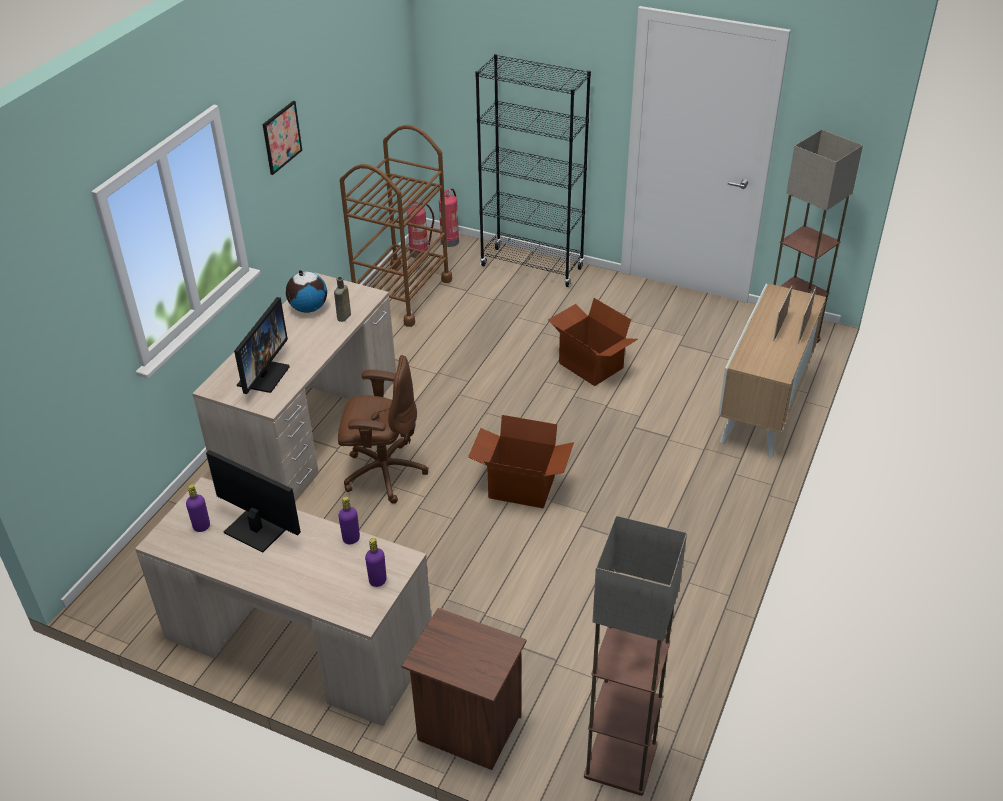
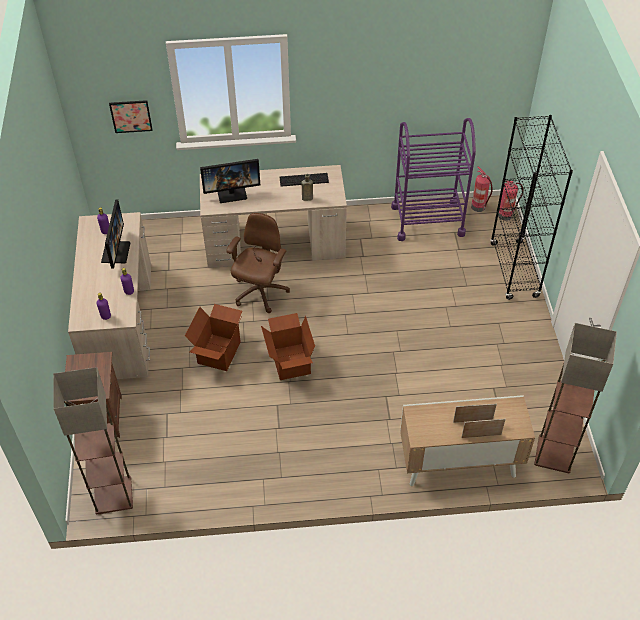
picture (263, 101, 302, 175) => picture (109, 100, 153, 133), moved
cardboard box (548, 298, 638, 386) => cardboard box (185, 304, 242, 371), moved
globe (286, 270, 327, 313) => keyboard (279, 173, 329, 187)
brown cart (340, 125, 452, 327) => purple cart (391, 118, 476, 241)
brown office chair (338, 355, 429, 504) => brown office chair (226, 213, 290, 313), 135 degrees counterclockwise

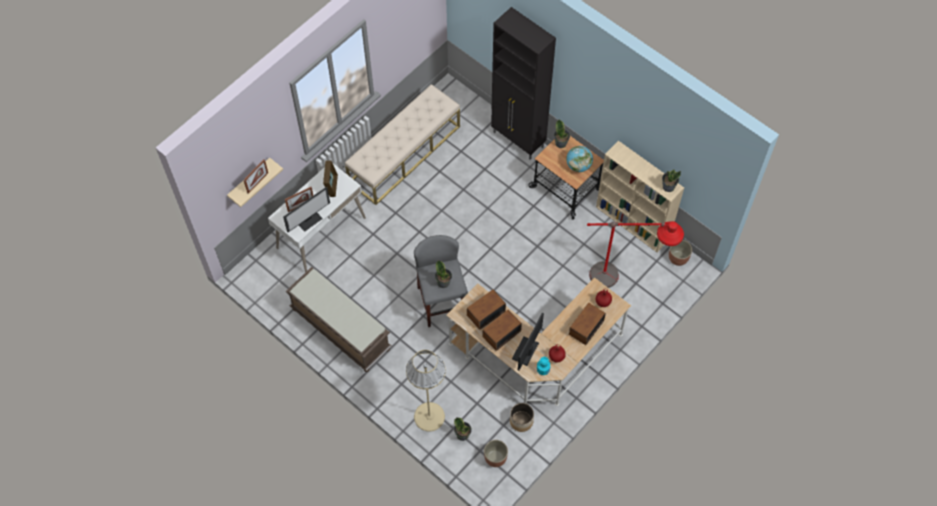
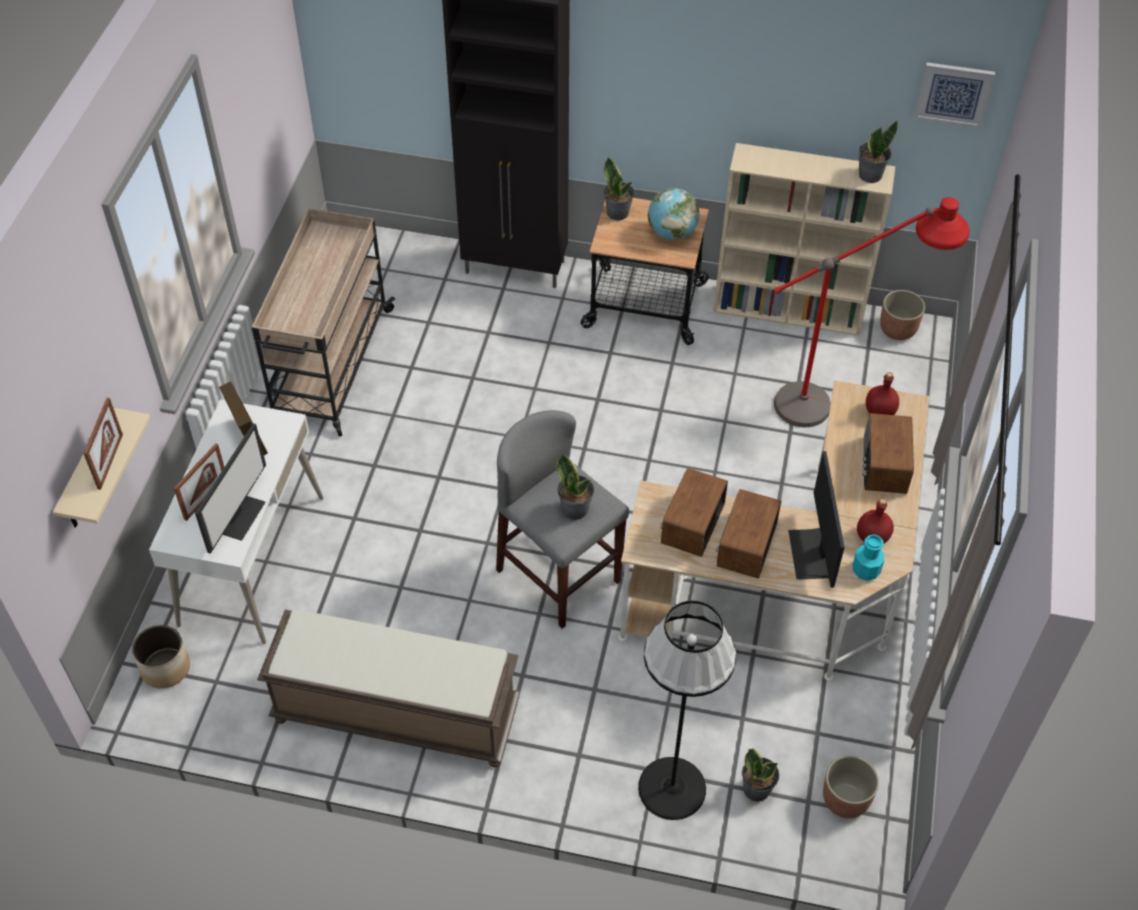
nothing => picture (914, 62, 995, 129)
planter (510, 403, 534, 432) => planter (132, 625, 190, 688), moved
beige bench (345, 84, 460, 205) => beige cart (252, 208, 395, 437)
beige floor lamp (406, 350, 446, 431) => black floor lamp (638, 601, 736, 820)

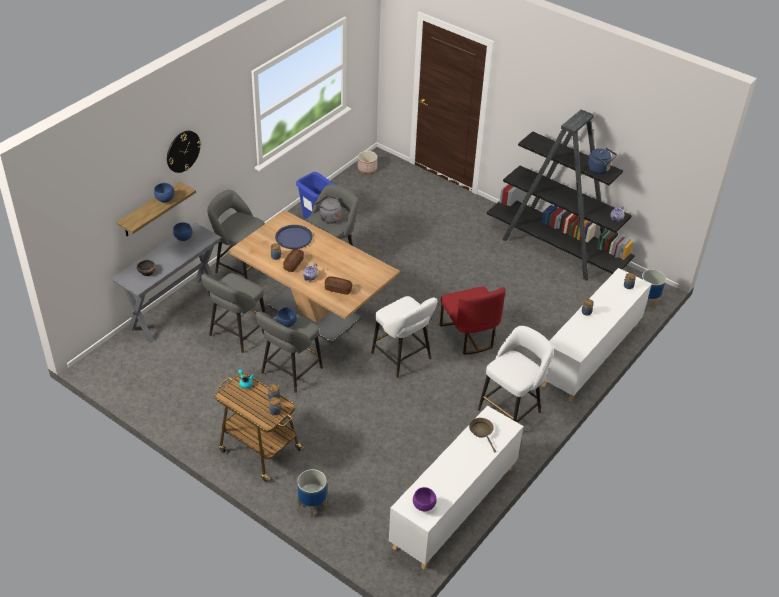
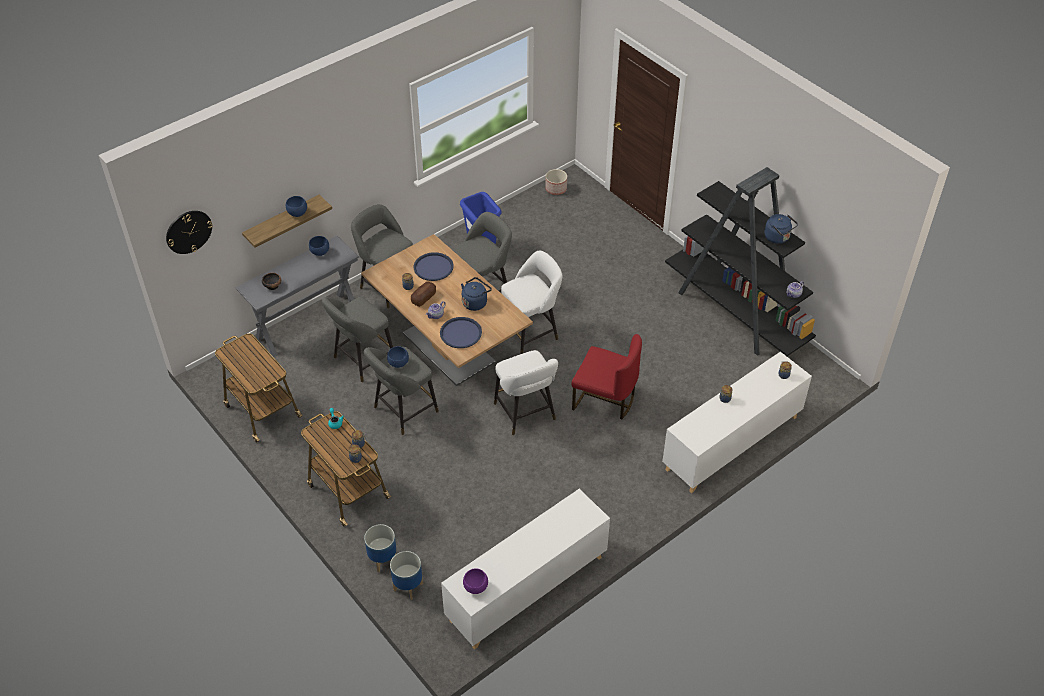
grey kettle (315, 195, 342, 224) => nothing
brown frying pan (469, 418, 496, 452) => nothing
nothing => cart (215, 334, 302, 443)
nothing => blue kettle (461, 277, 492, 311)
wall clock (167, 131, 201, 173) => wall clock (166, 211, 213, 254), moved
white stool (478, 326, 554, 423) => white stool (501, 251, 562, 354), moved
planter (641, 269, 666, 309) => planter (390, 551, 423, 600), moved
bread (325, 276, 352, 294) => blue tray (440, 317, 482, 348)
red chair (440, 287, 505, 355) => red chair (571, 334, 642, 420), 60 degrees counterclockwise

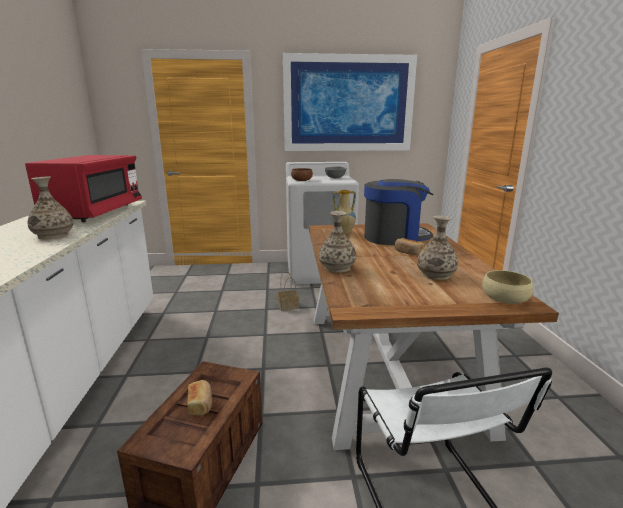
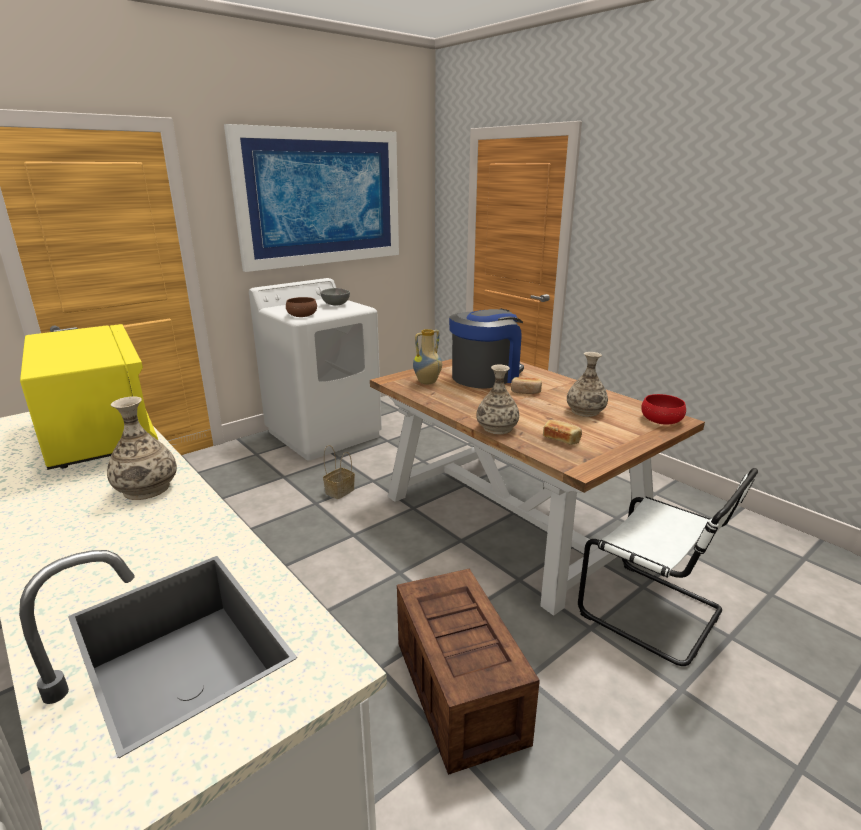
bread (187, 380, 212, 416) => bread (543, 420, 582, 445), moved
red microwave (25, 155, 142, 222) => yellow microwave (20, 324, 158, 470)
beige bowl (482, 270, 534, 304) => red bowl (641, 394, 686, 425)

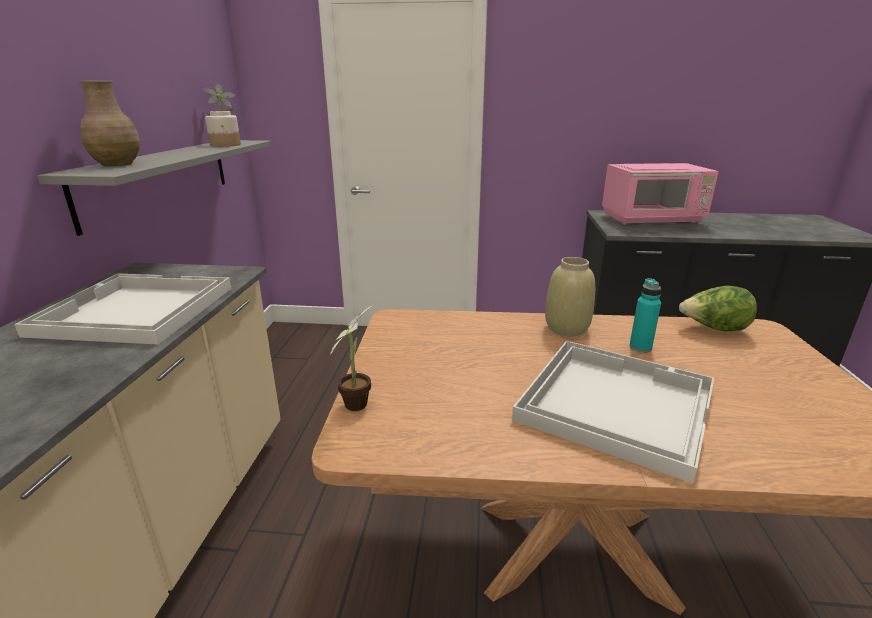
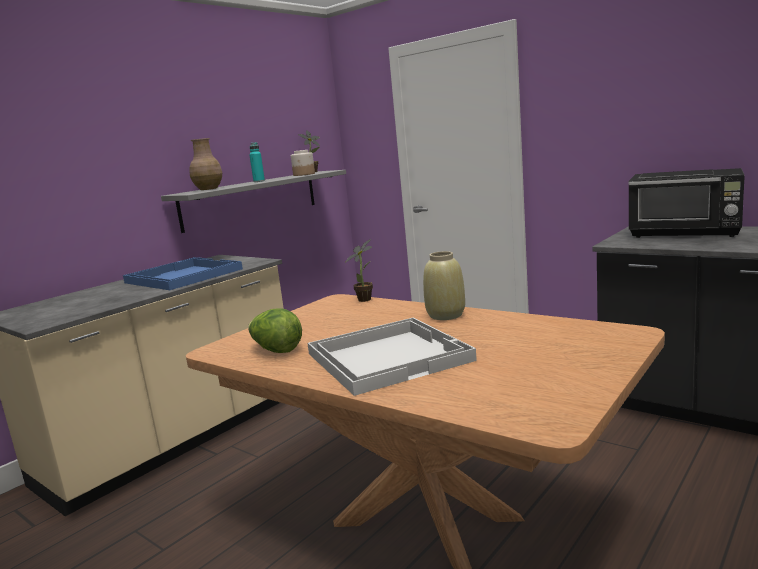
potted plant (330, 306, 371, 411) => potted plant (345, 239, 373, 302), moved
turquoise bottle (629, 278, 661, 353) => turquoise bottle (249, 142, 265, 182), moved
lettuce (679, 286, 757, 331) => lettuce (248, 308, 302, 353), moved
white tray (14, 273, 231, 345) => blue tray (123, 257, 243, 290)
pink microwave (602, 163, 719, 225) => black microwave (628, 168, 745, 238)

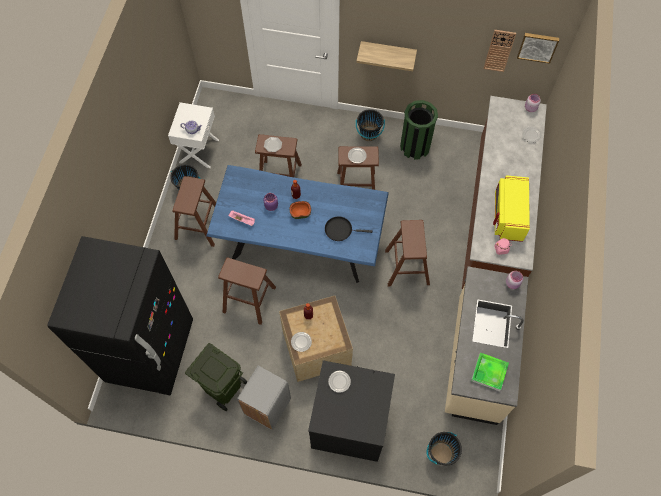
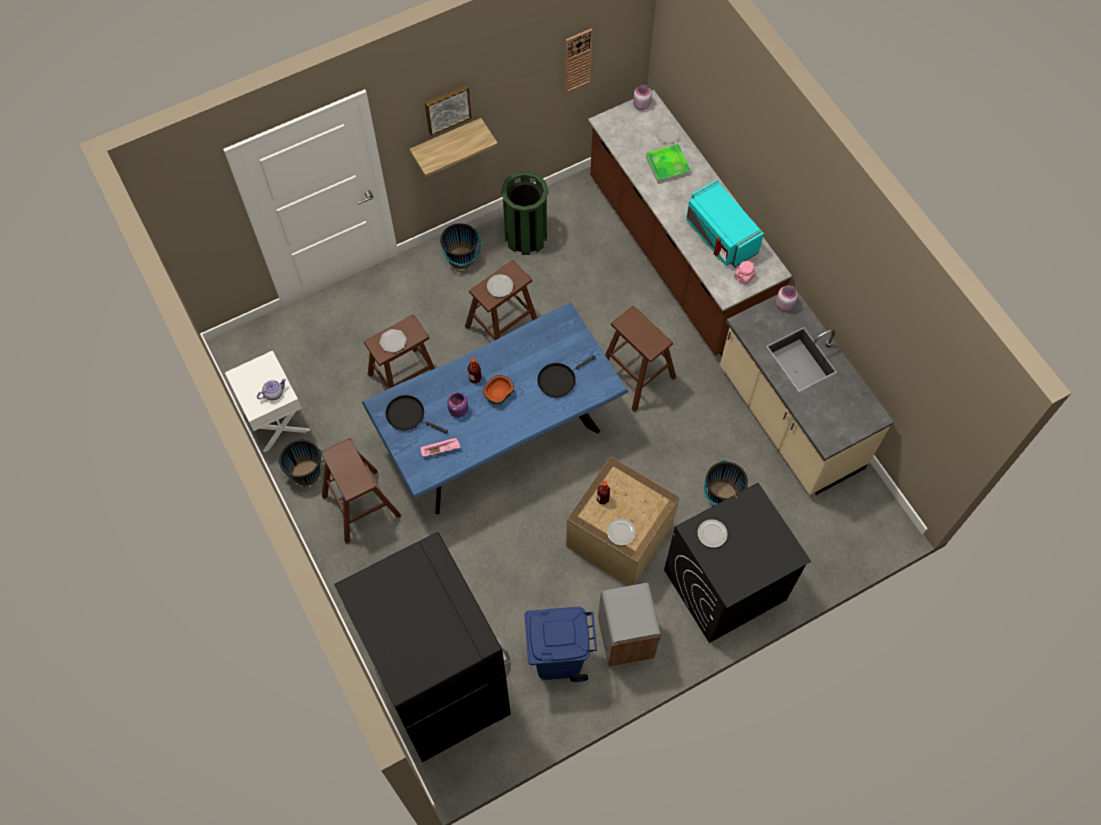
brown stool (218, 257, 276, 325) => nothing
nothing => black frying pan (385, 395, 448, 434)
black bucket (427, 432, 462, 465) => black bucket (704, 460, 748, 505), moved
tray (471, 353, 509, 392) => tray (646, 144, 691, 184), moved
picture (517, 33, 559, 64) => picture (425, 85, 471, 136), moved
green trash can (185, 343, 247, 411) => blue trash can (524, 607, 597, 682)
yellow microwave (493, 175, 530, 242) => turquoise microwave (686, 180, 764, 267)

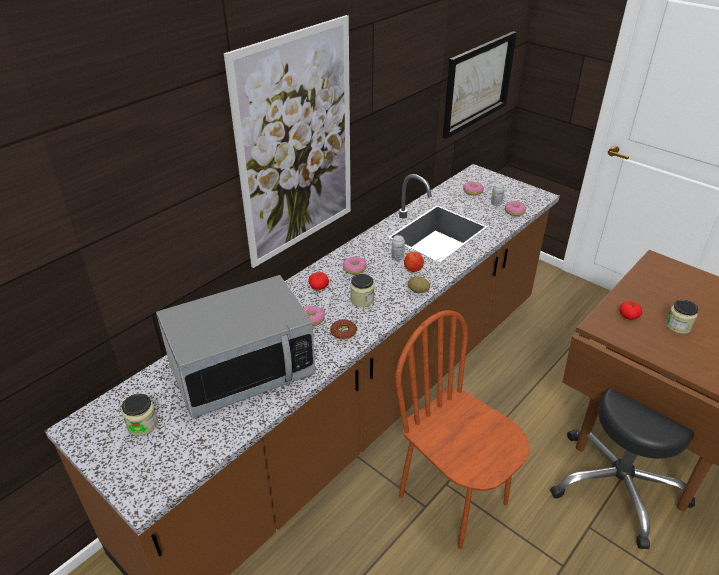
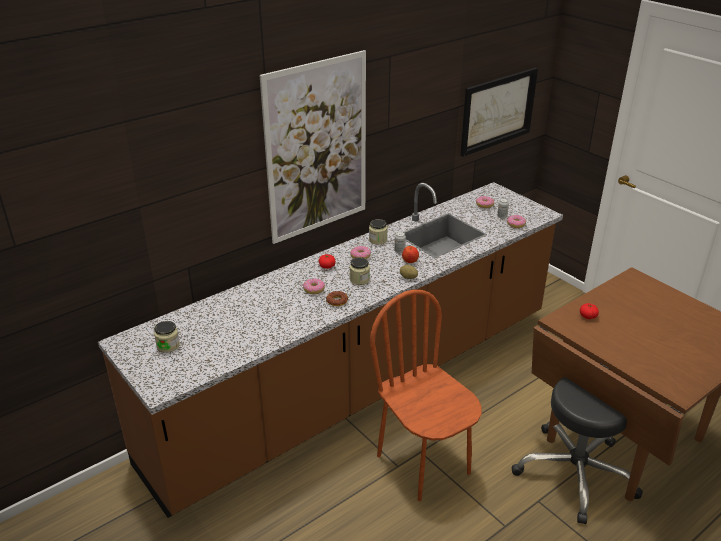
microwave (156, 275, 315, 418) => nothing
jar (666, 300, 698, 334) => jar (369, 219, 388, 244), moved

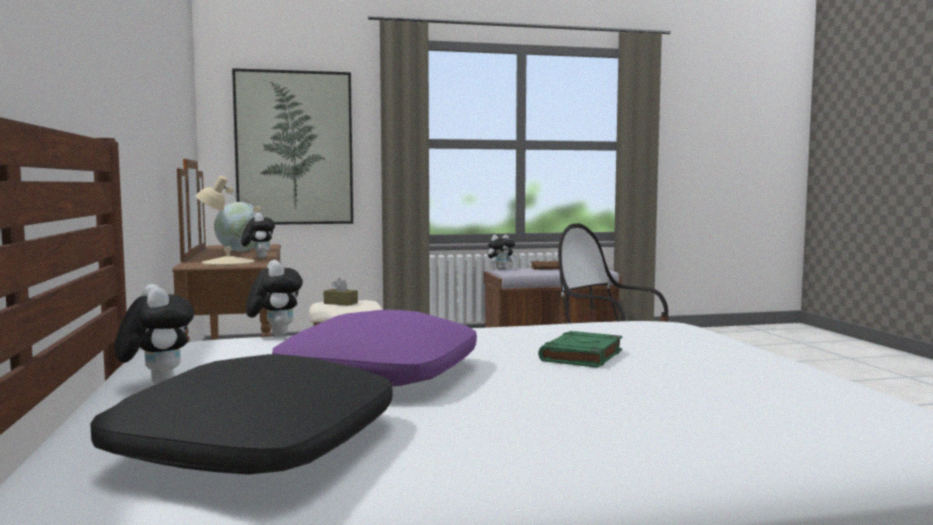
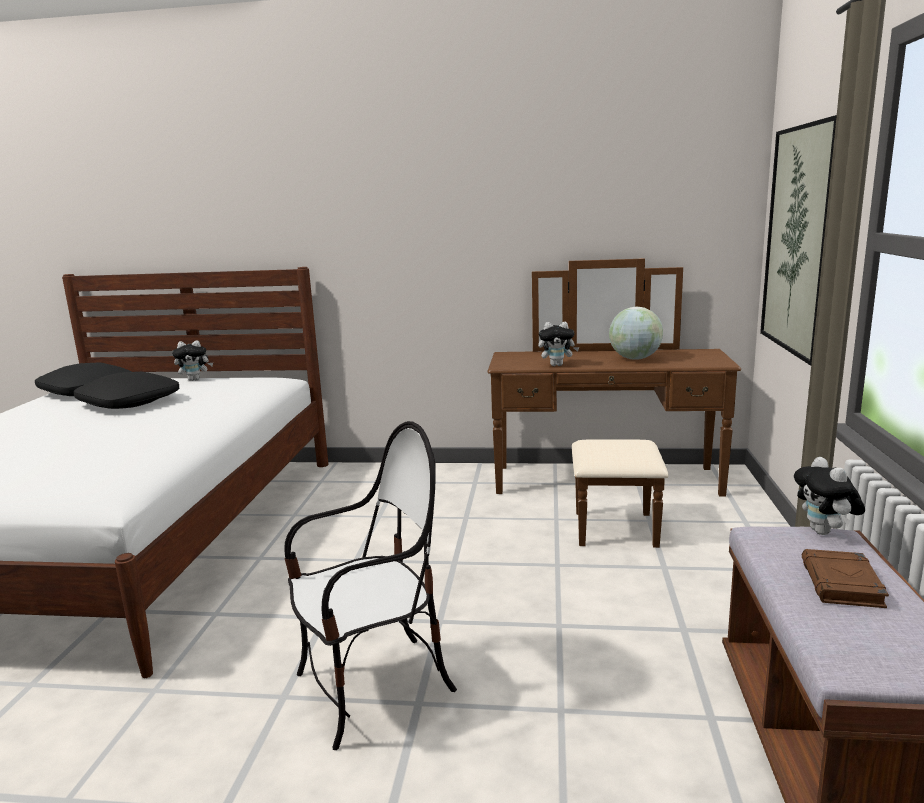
beige table lamp (195, 176, 261, 266) => nothing
plush toy (246, 260, 303, 337) => nothing
brown tissue box (324, 278, 358, 306) => nothing
green book (538, 331, 622, 368) => nothing
purple pillow (272, 310, 477, 387) => black pillow (74, 372, 179, 409)

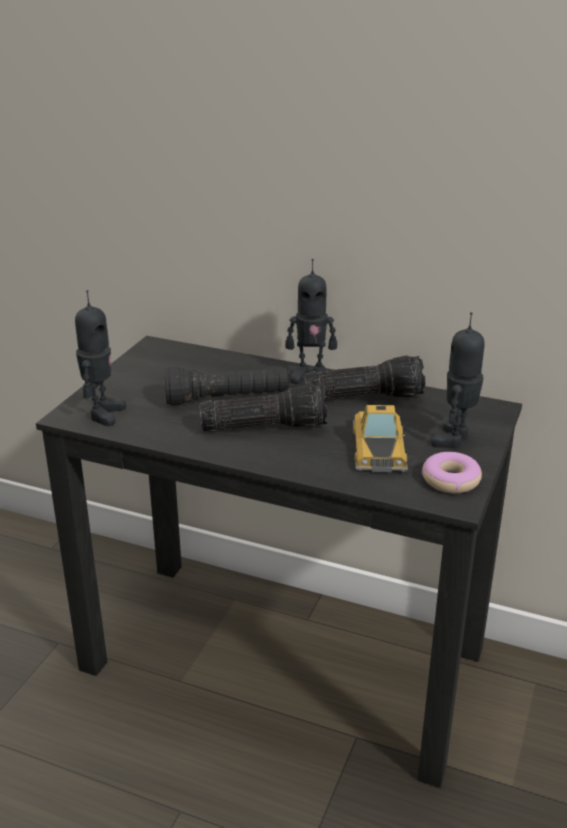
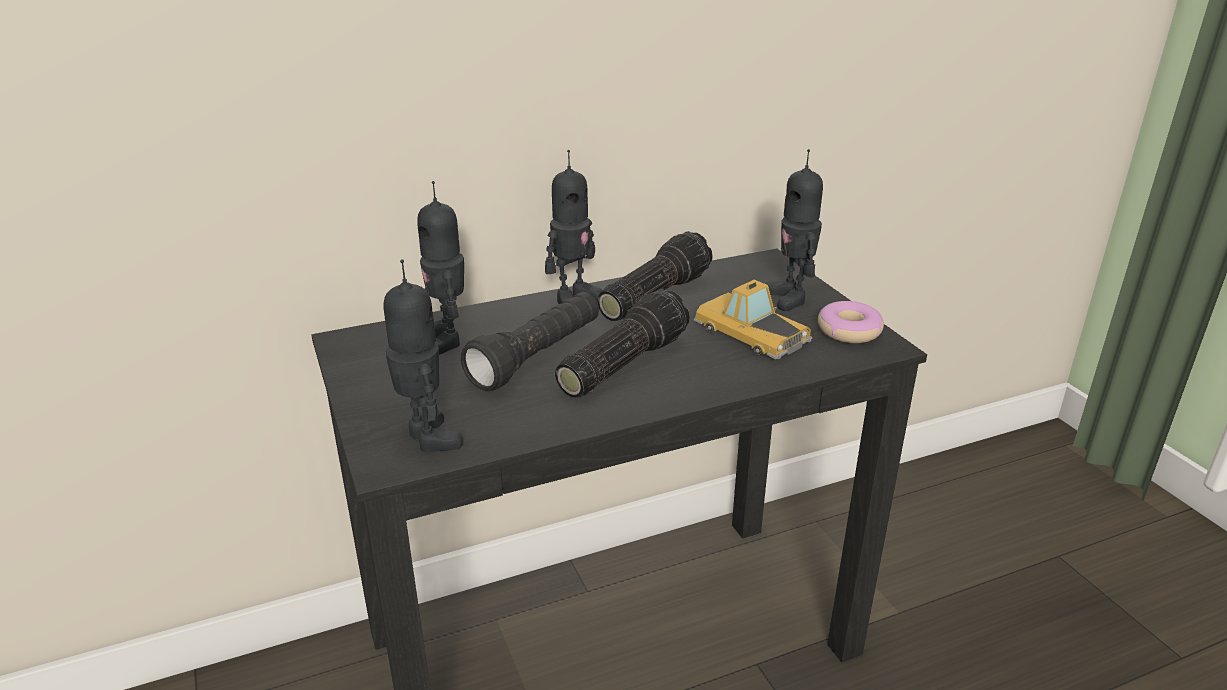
nothing => toy robot (417, 181, 464, 355)

